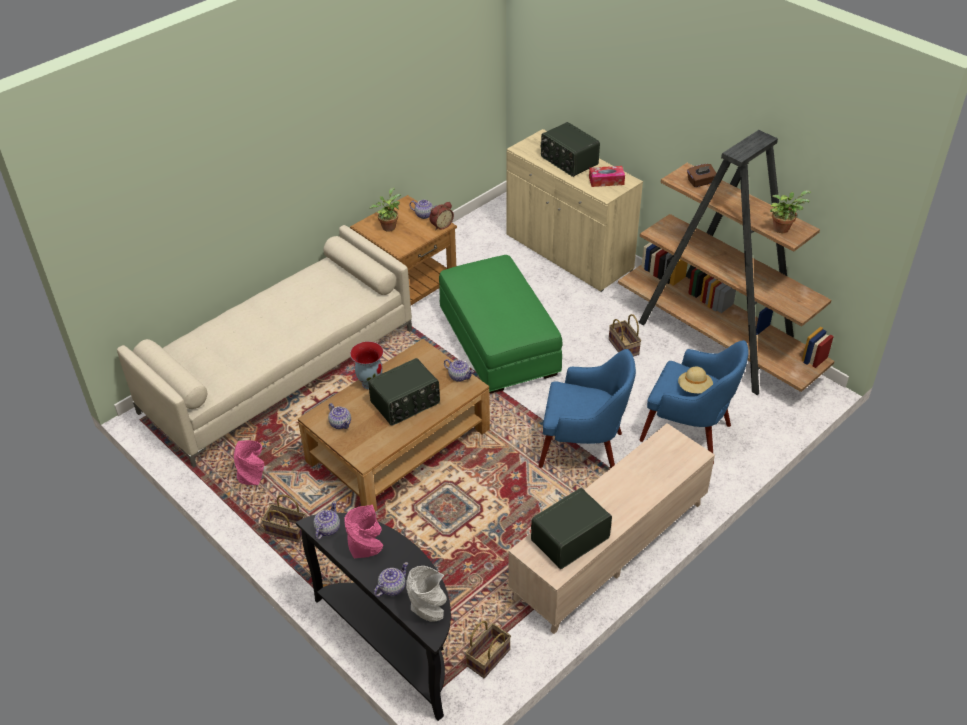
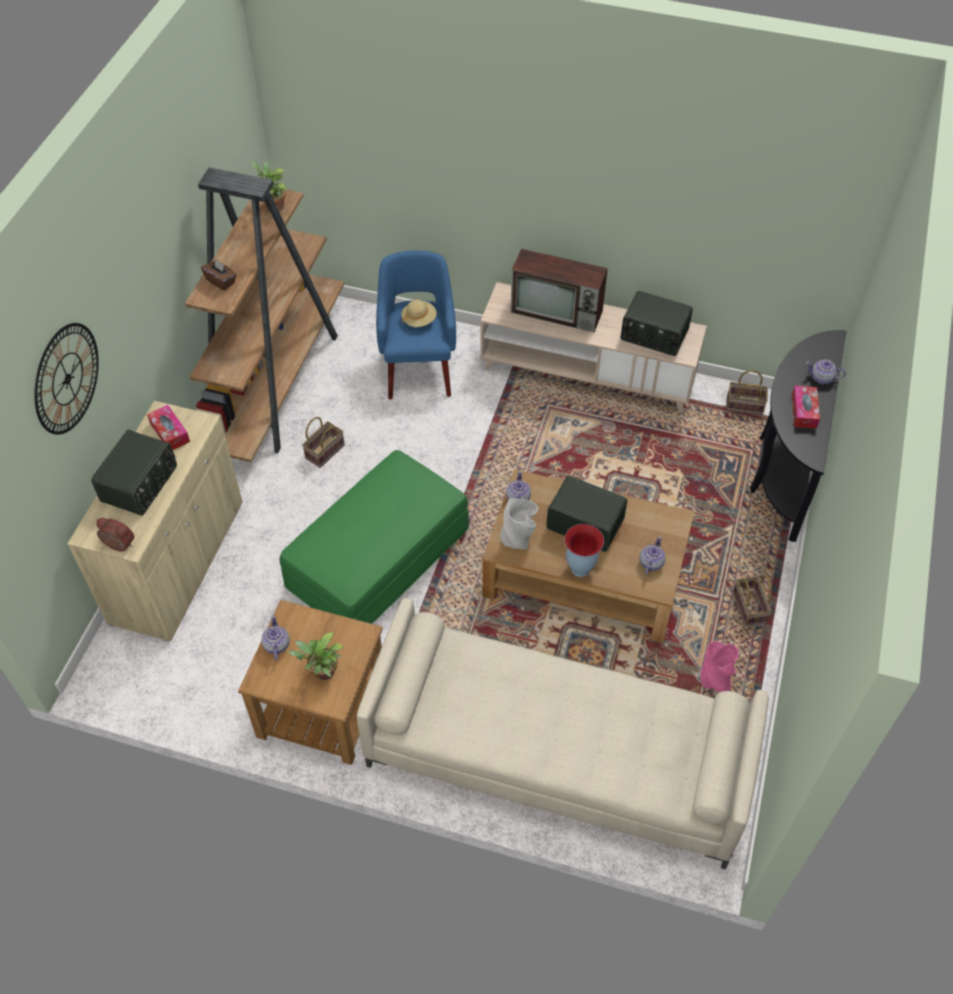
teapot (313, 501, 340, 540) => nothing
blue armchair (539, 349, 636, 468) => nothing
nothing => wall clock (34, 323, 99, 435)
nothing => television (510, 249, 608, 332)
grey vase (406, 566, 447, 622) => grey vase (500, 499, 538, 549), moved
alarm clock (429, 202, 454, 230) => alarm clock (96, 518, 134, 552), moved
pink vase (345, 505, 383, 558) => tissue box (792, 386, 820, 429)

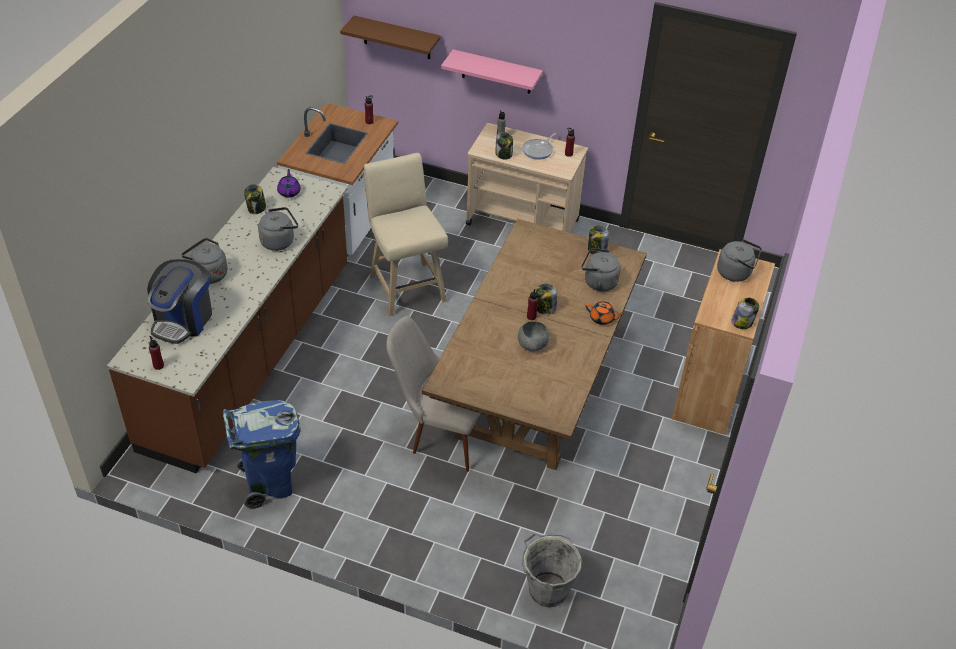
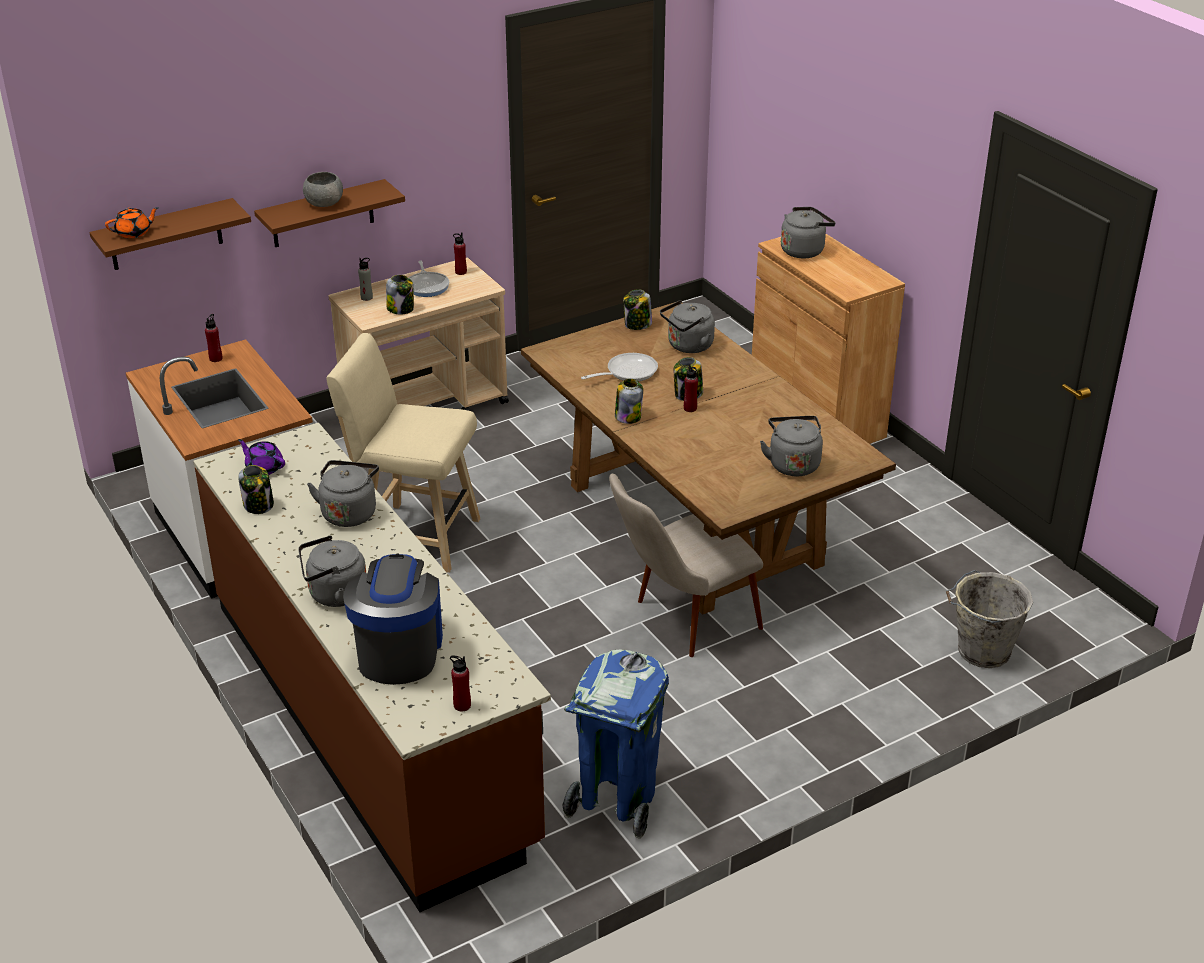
nothing => frying pan (581, 353, 658, 381)
nothing => grey kettle (760, 416, 823, 476)
grey bowl (518, 321, 549, 351) => grey bowl (303, 172, 343, 207), moved
orange teapot (585, 301, 624, 325) => orange teapot (105, 207, 159, 238), moved
jar (732, 298, 759, 329) => jar (615, 379, 643, 424), moved
pink shelf (441, 49, 543, 94) => brown shelf (254, 179, 405, 247)
coffee machine (147, 259, 212, 344) => coffee machine (343, 554, 443, 685), 150 degrees counterclockwise

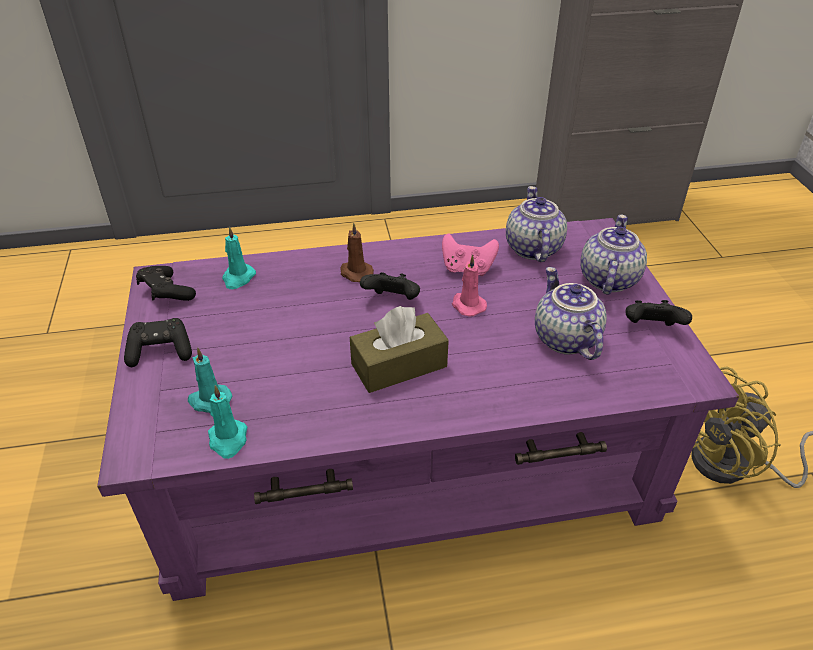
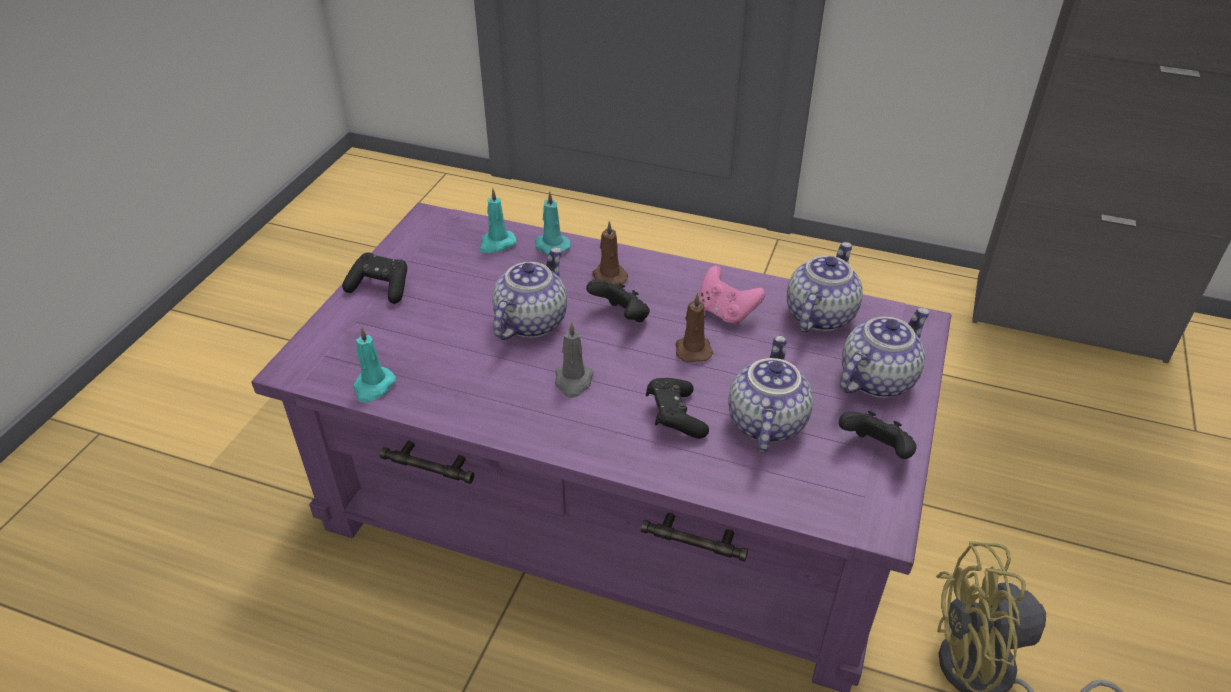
nothing => teapot (492, 248, 567, 340)
black game controller (136, 266, 196, 301) => black game controller (646, 378, 709, 439), moved
turquoise candle (188, 347, 232, 413) => turquoise candle (535, 191, 571, 255), moved
brown tissue box (350, 306, 449, 393) => grey candle (555, 322, 594, 398)
pink candle (452, 254, 487, 316) => brown candle (676, 292, 714, 362)

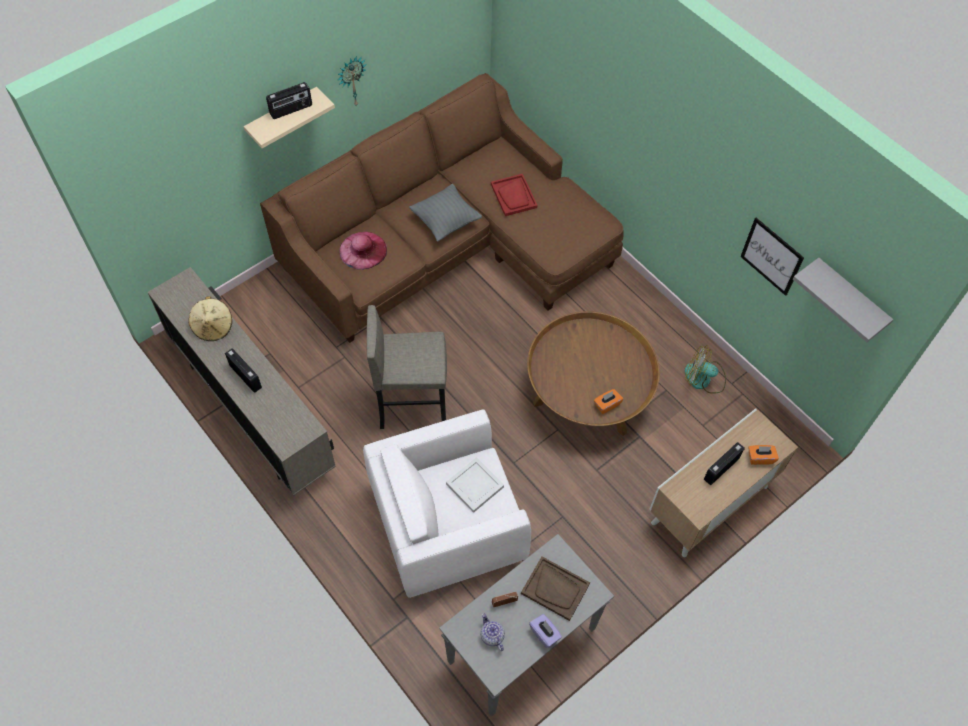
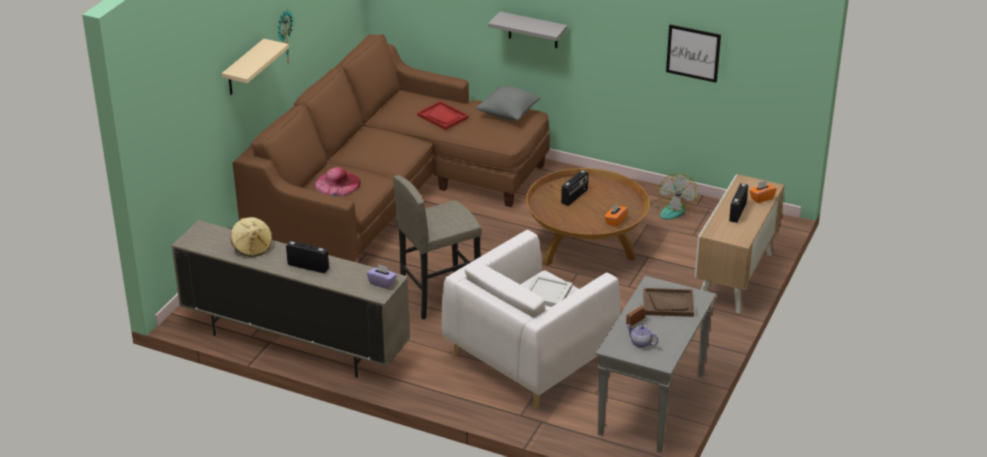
radio (266, 82, 312, 119) => radio (561, 170, 589, 206), moved
grey pillow (409, 183, 482, 242) => grey pillow (476, 86, 541, 121), moved
purple tissue box (529, 614, 562, 648) => purple tissue box (367, 264, 397, 289), moved
grey shelf (793, 258, 893, 342) => grey shelf (488, 12, 568, 48), moved
fan (685, 345, 726, 393) => fan (650, 173, 698, 220), 75 degrees counterclockwise

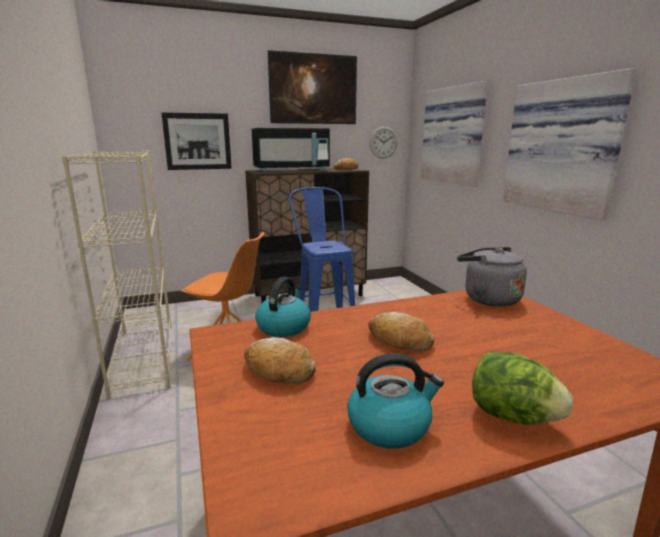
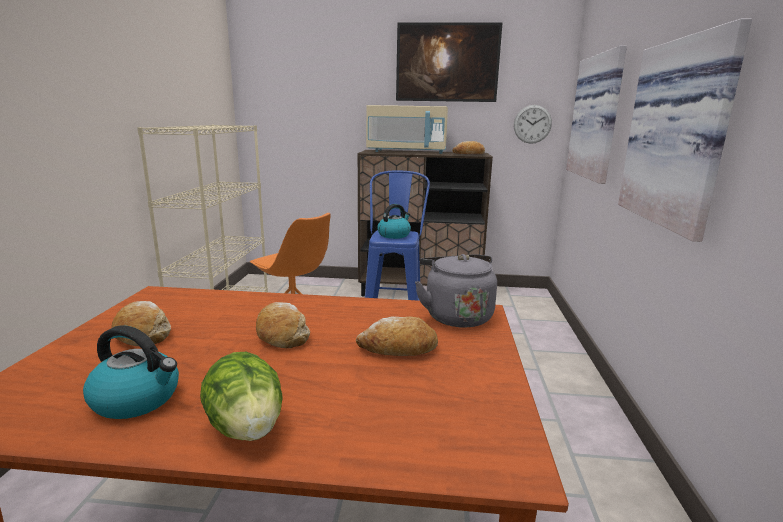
picture (161, 112, 232, 170) => nothing
nothing => bread (356, 316, 438, 356)
kettle (255, 277, 311, 337) => kettle (377, 204, 411, 239), moved
black microwave (252, 128, 330, 172) => beige microwave (366, 105, 448, 154)

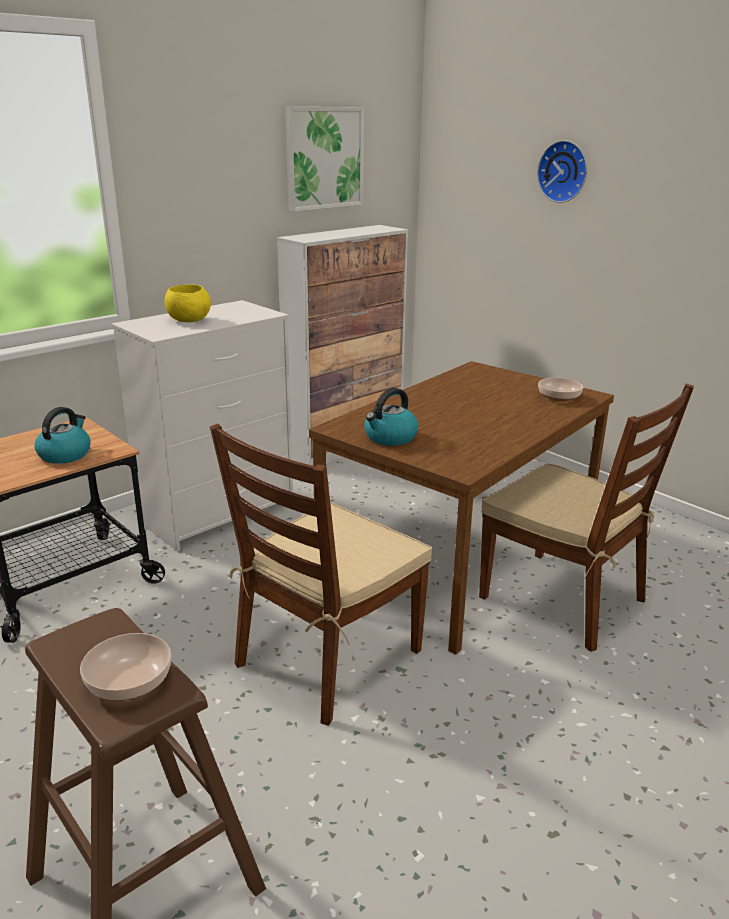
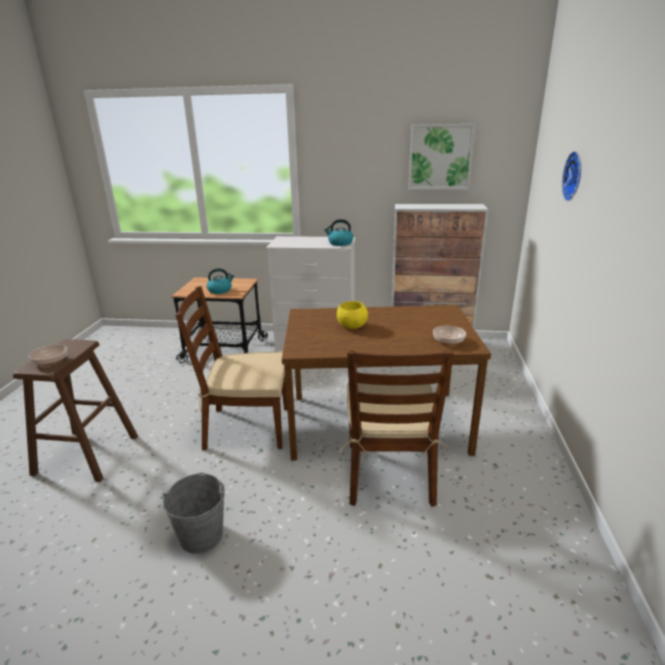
nothing => grey bucket (163, 472, 225, 553)
yellow bowl (165, 284, 211, 322) => yellow bowl (337, 301, 368, 329), moved
kettle (364, 388, 418, 446) => kettle (324, 219, 354, 246), moved

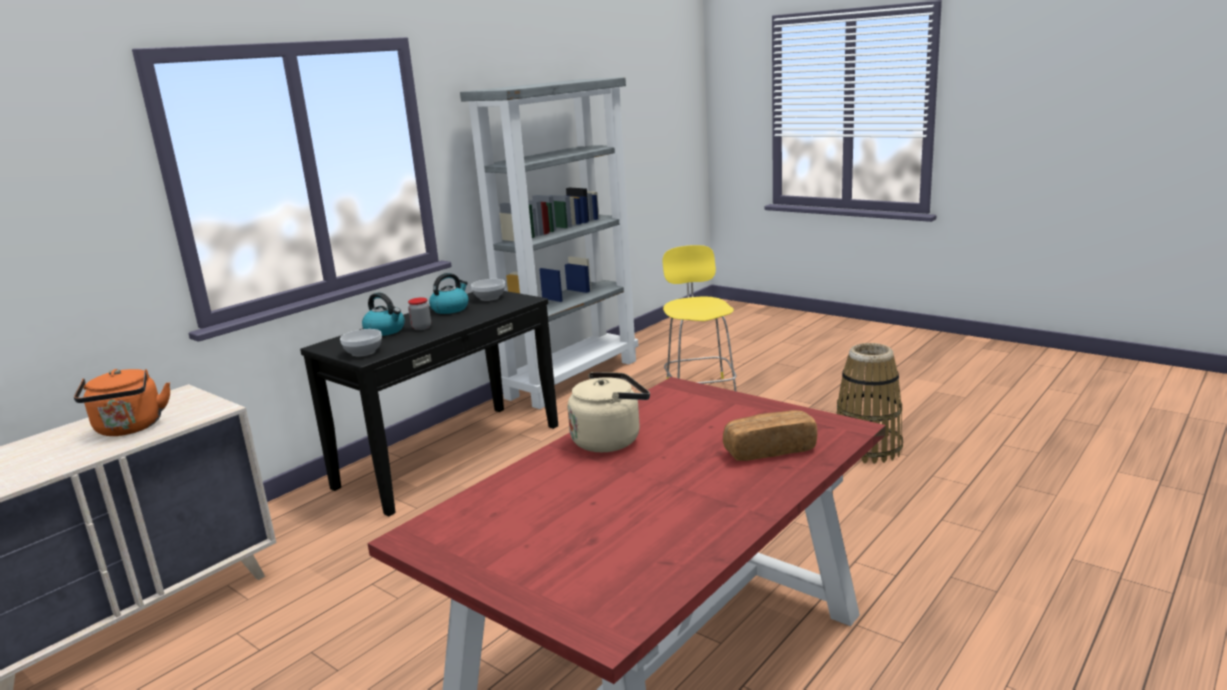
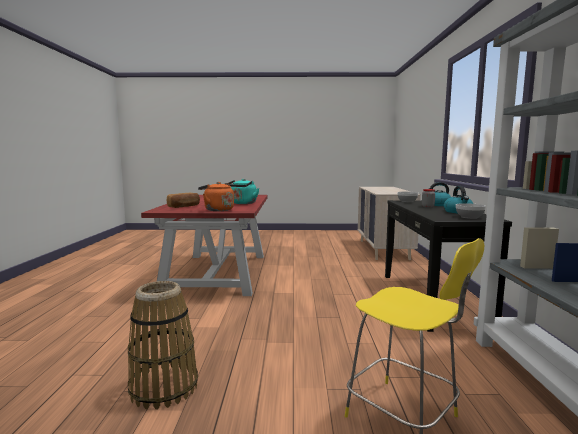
orange kettle (74, 369, 170, 436) => orange kettle (198, 182, 234, 211), moved
beige kettle (568, 372, 650, 452) => turquoise kettle (228, 179, 259, 204)

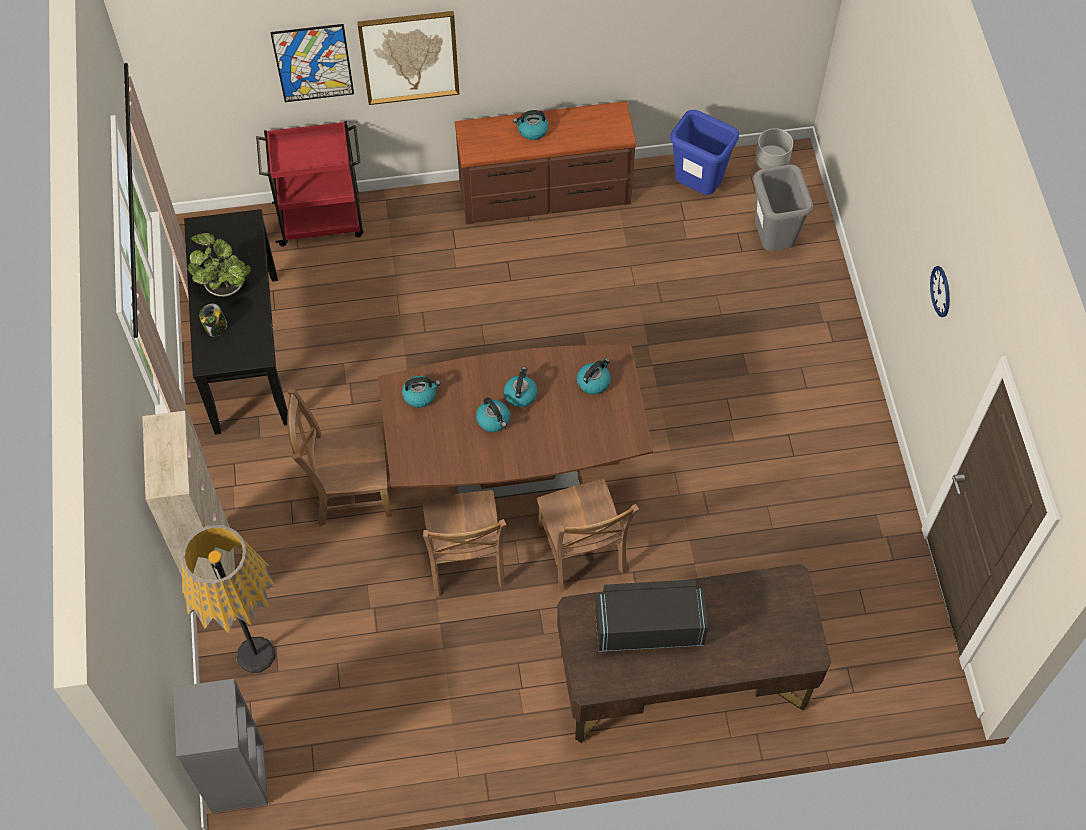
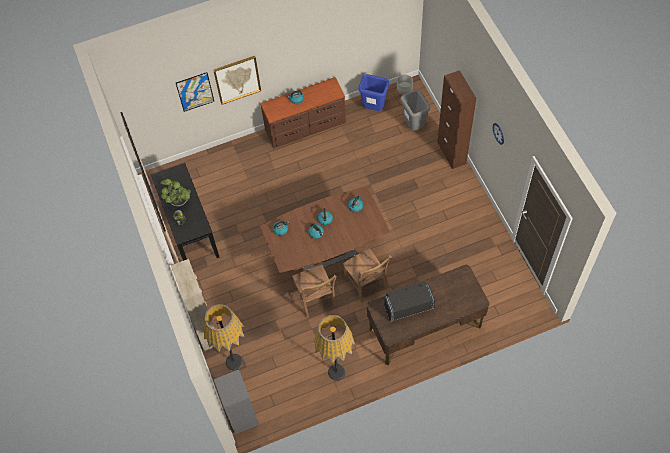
red cart (256, 121, 364, 247) => nothing
brown chair (287, 389, 392, 527) => nothing
nothing => floor lamp (313, 315, 355, 381)
nothing => brown cabinet (437, 70, 476, 169)

